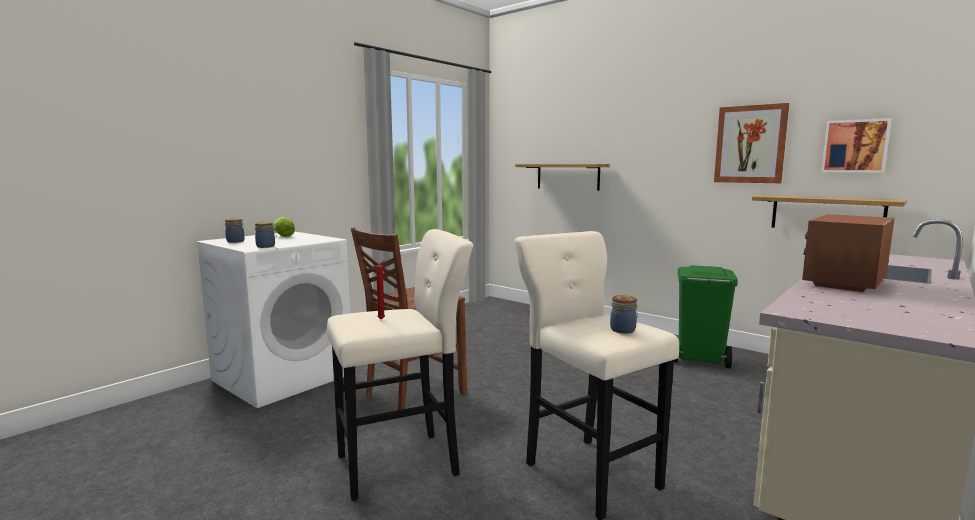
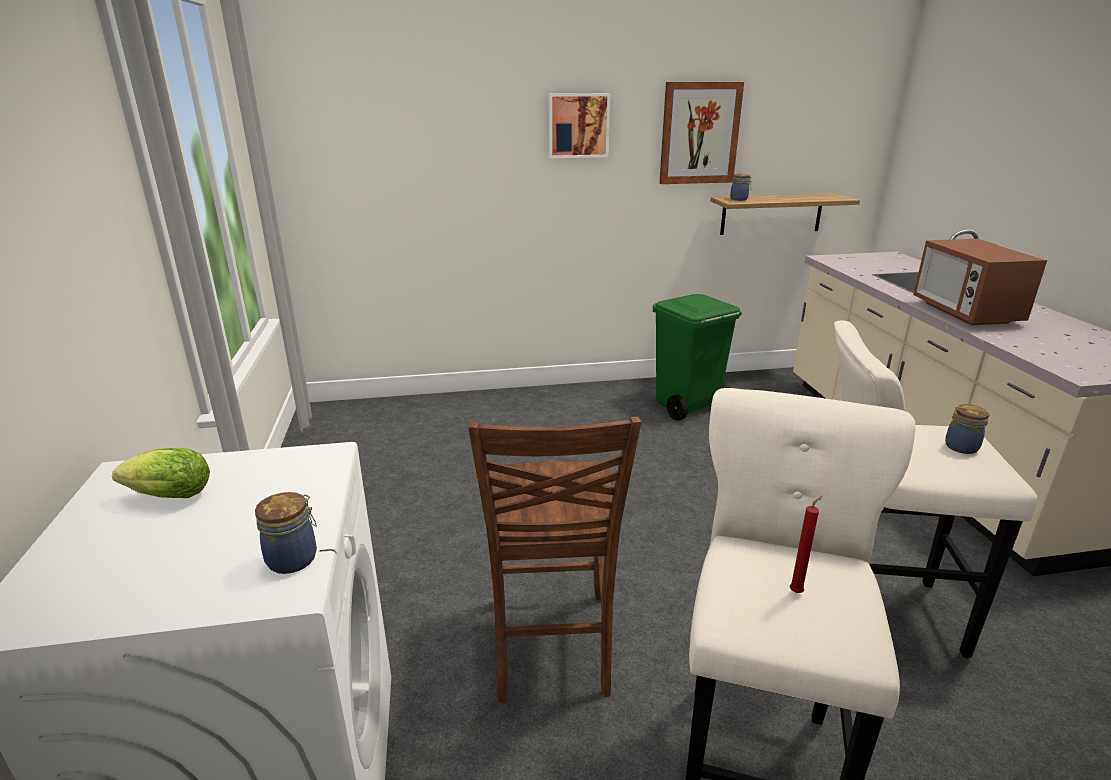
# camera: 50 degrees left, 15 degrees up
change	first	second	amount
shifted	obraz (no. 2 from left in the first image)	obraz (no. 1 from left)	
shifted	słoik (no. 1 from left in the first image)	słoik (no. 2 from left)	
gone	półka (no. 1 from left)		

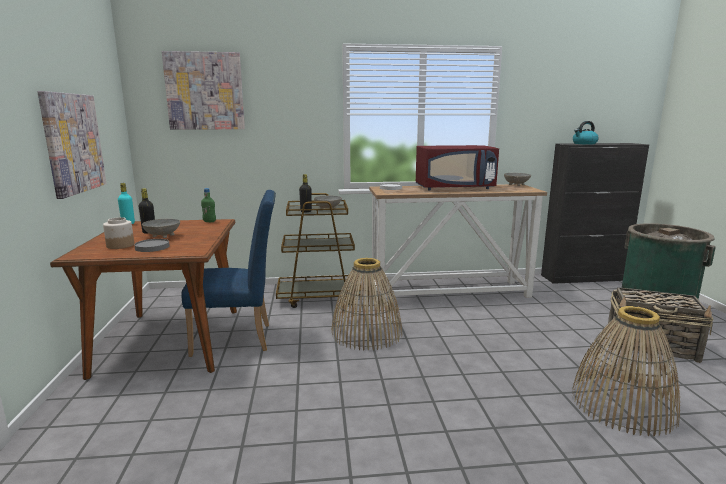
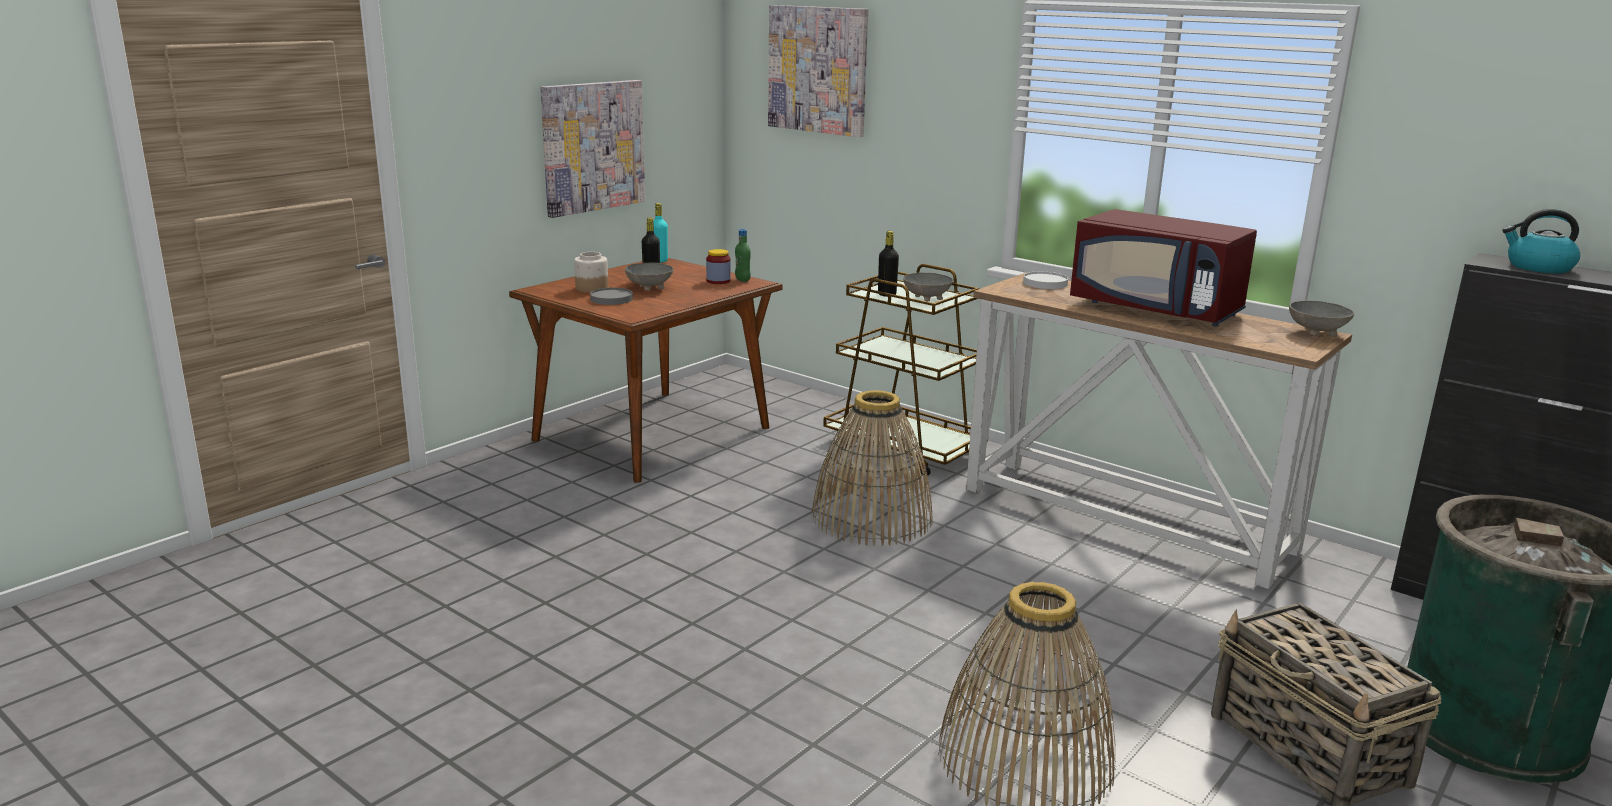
# camera: 45 degrees right, 5 degrees up
change	first	second	amount
new		słoik (no. 2 from left)	
gone	krzesło [niebieski]		

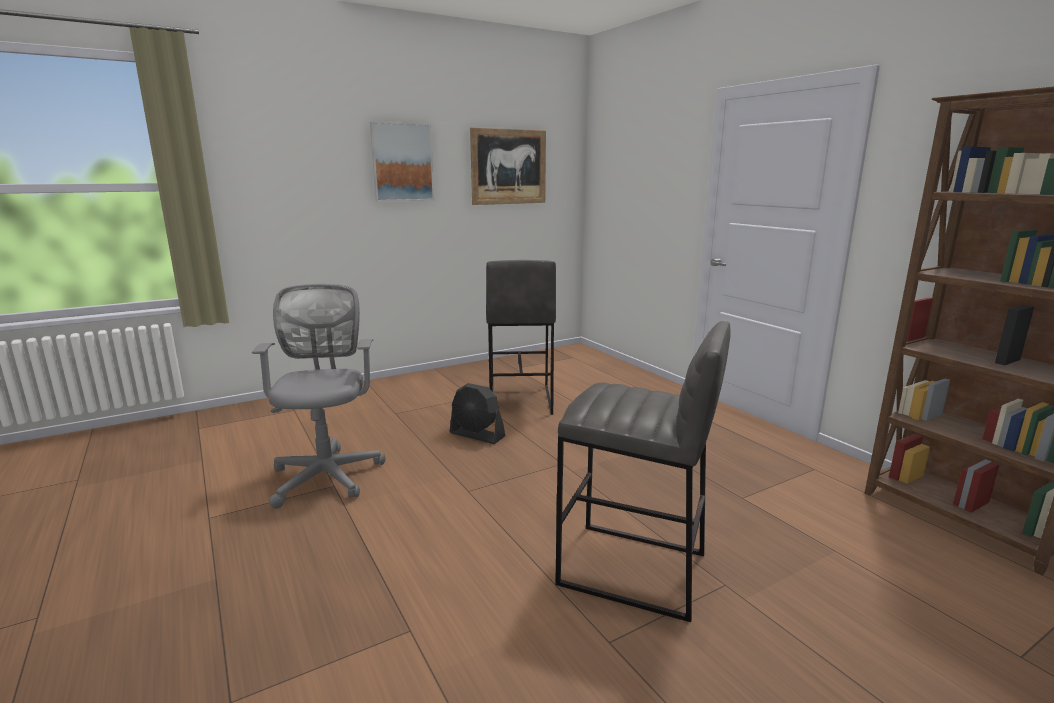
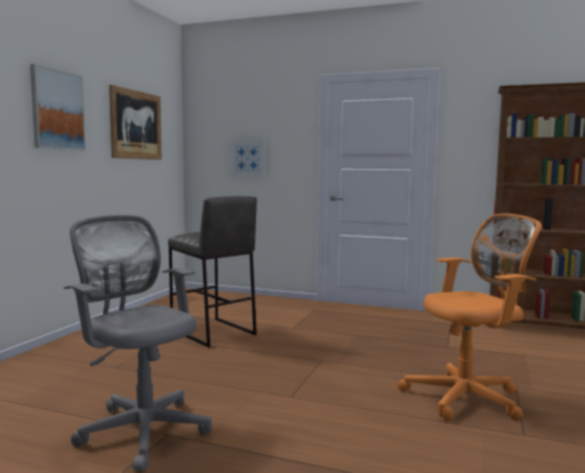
# camera: 40 degrees left, 10 degrees down
change	first	second	amount
new		obraz (no. 3 from left)	
swapped	stołek [szary] (no. 2 from left)	krzesło biurowe [pomarańczowy]	
gone	wentylator [czarny]		

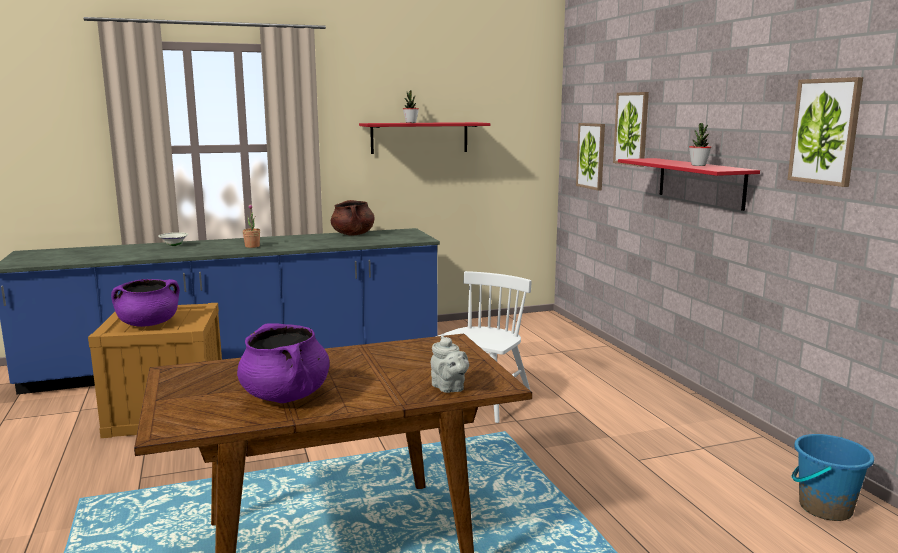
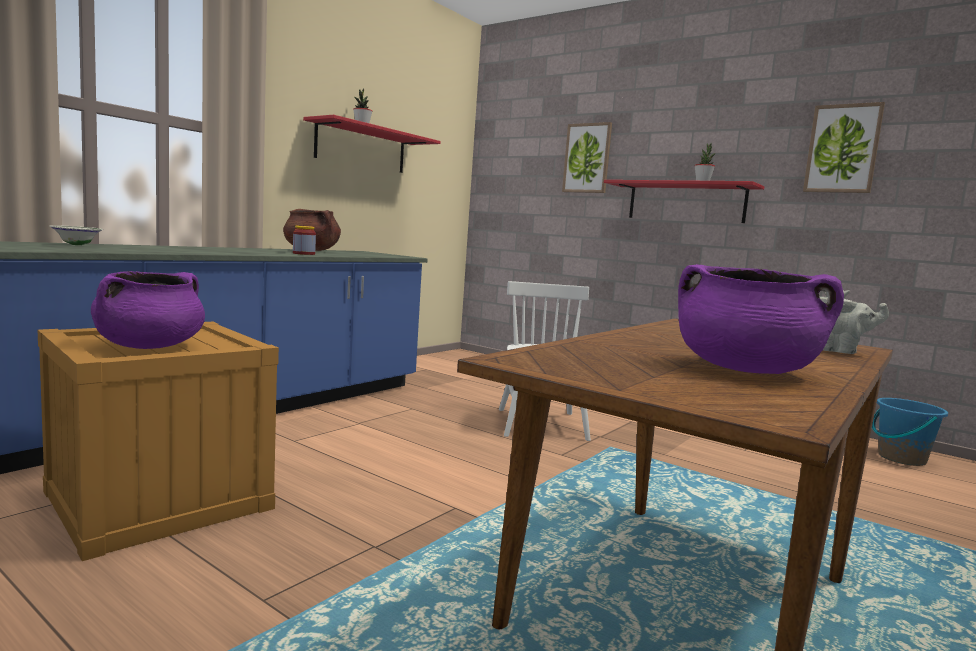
# camera: 35 degrees left, 5 degrees down
change	first	second	amount
new		słoik	
gone	roślina doniczkowa (no. 1 from left)		
gone	obraz (no. 1 from left)		

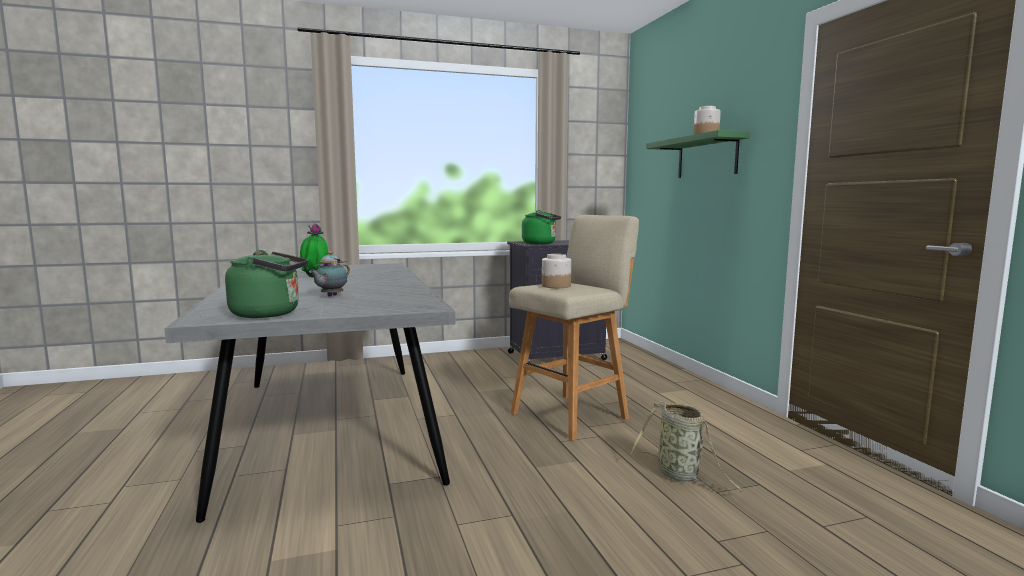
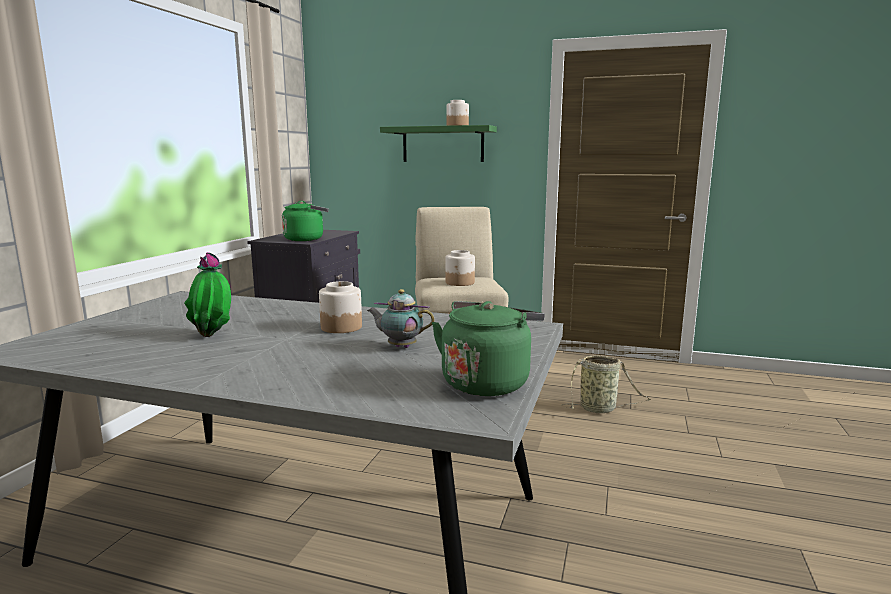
# camera: 55 degrees left, 5 degrees up
change	first	second	amount
new		słoik (no. 1 from left)	
rotated	imbryk		135 degrees clockwise

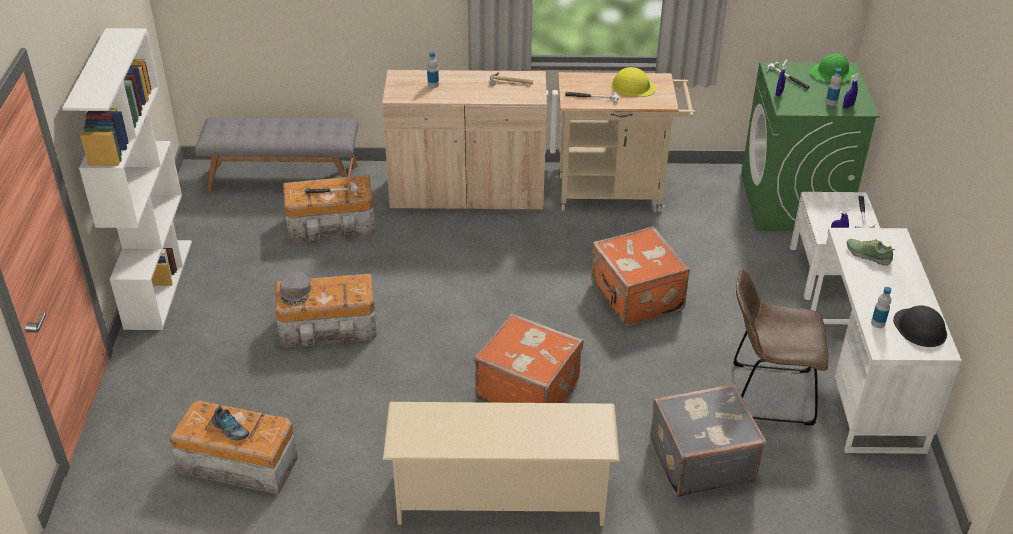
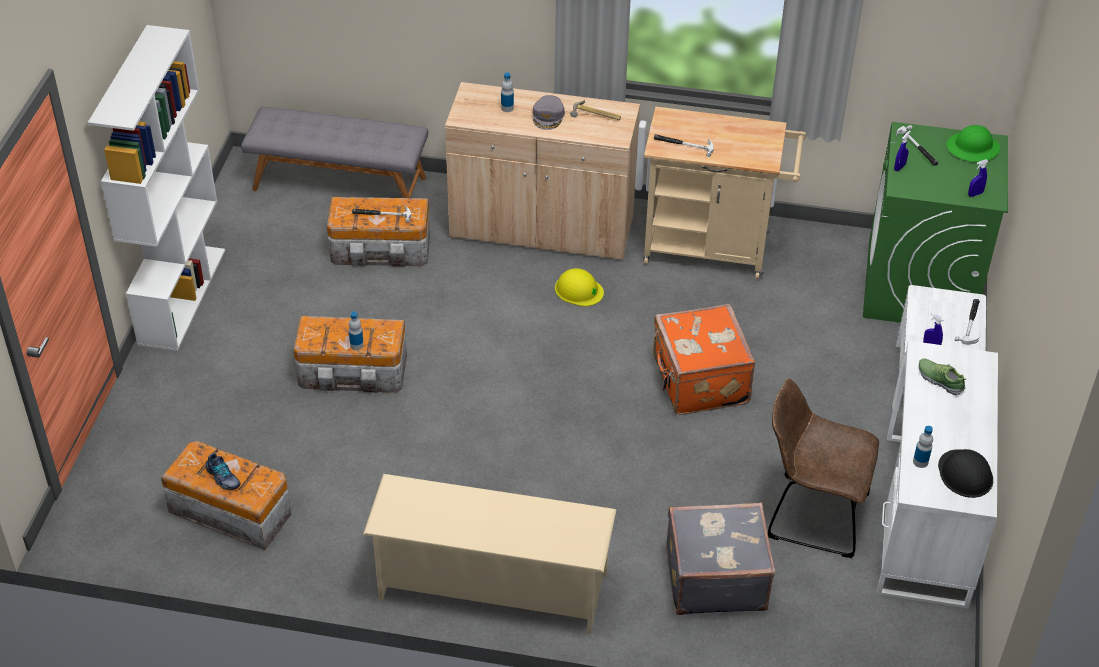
# camera: 10 degrees right, 5 degrees up
change	first	second	amount
shifted	butelka (no. 2 from left in the first image)	butelka (no. 1 from left)	
shifted	czapka z daszkiem [szary]		
shifted	kask [żółty]		
gone	walizka [pomarańczowy] (no. 1 from left)		

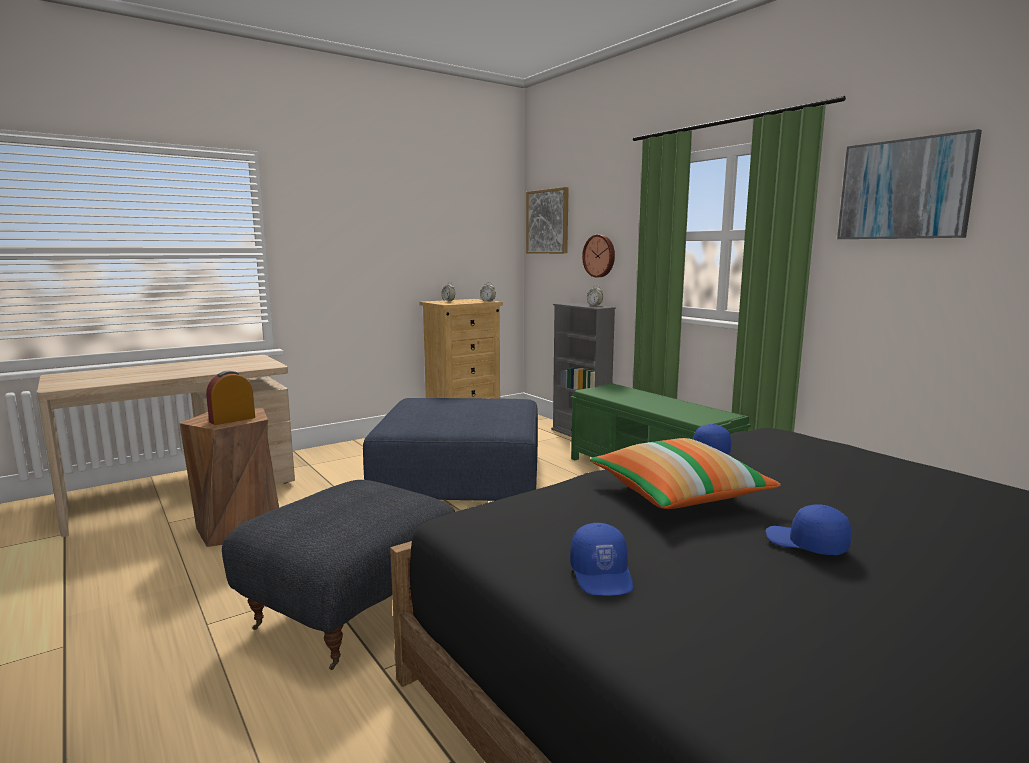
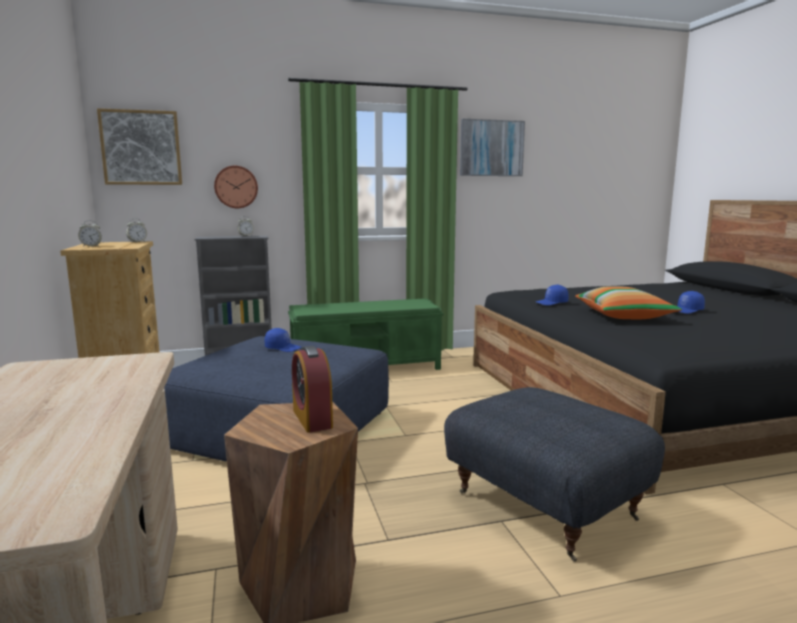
# camera: 70 degrees left, 0 degrees up
change	first	second	amount
shifted	czapka z daszkiem [niebieski] (no. 1 from left)		

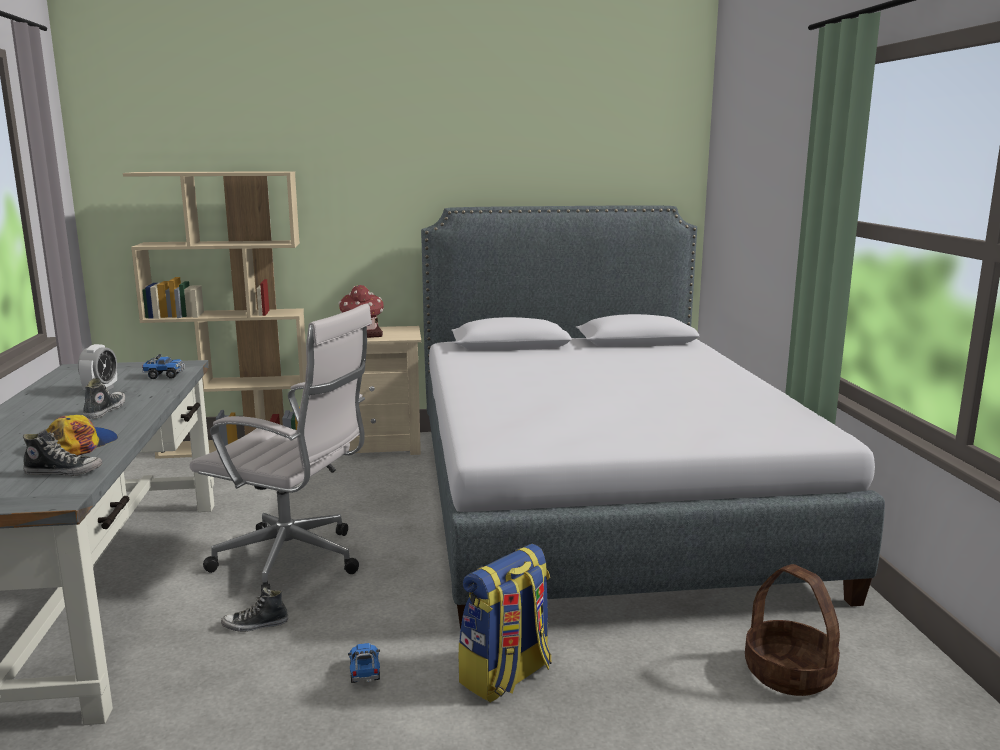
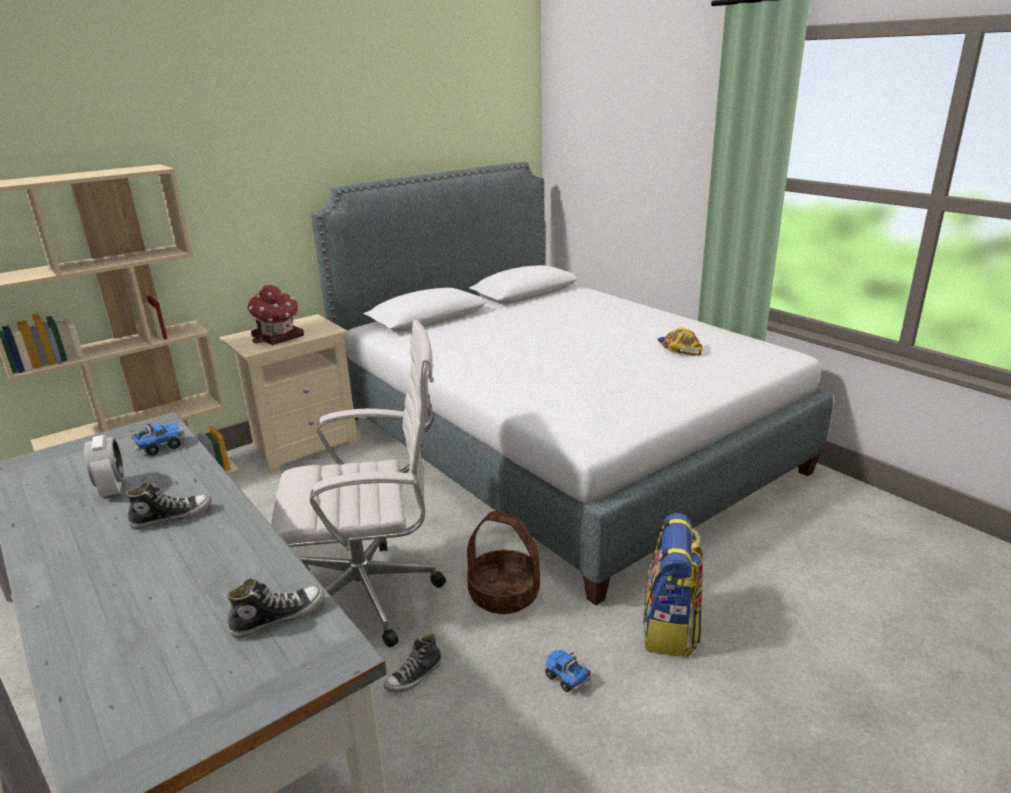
# camera: 30 degrees left, 10 degrees up
change	first	second	amount
rotated	but (no. 2 from left in the first image)	but (no. 1 from left)	90 degrees clockwise
shifted	koszyk		
shifted	czapka z daszkiem		

